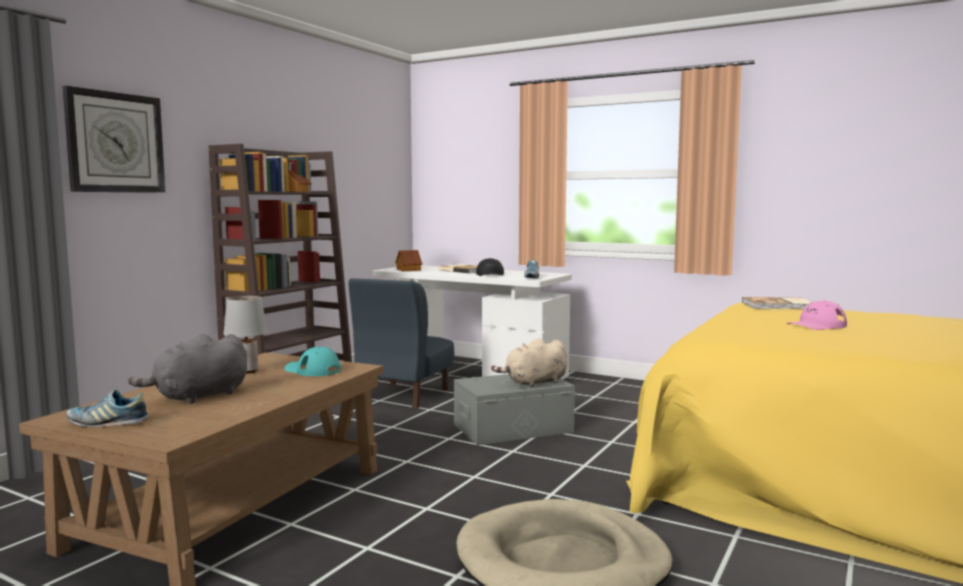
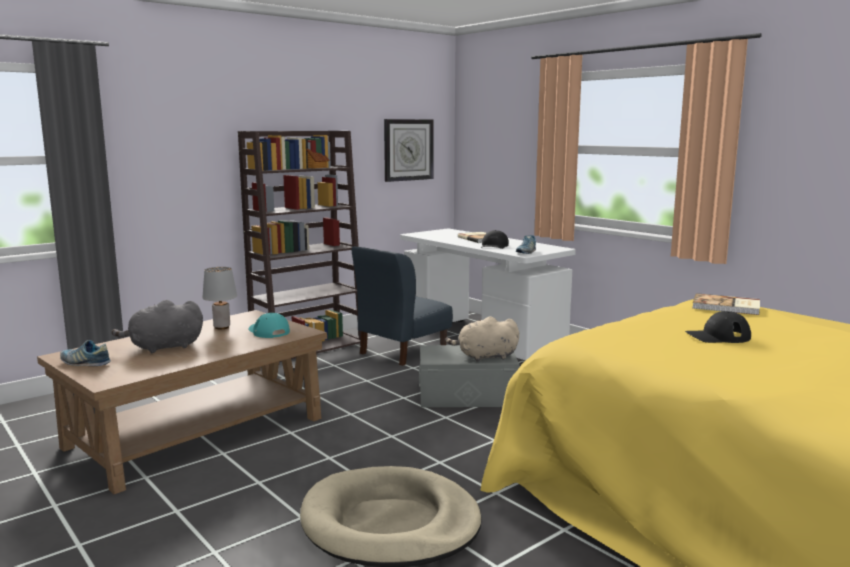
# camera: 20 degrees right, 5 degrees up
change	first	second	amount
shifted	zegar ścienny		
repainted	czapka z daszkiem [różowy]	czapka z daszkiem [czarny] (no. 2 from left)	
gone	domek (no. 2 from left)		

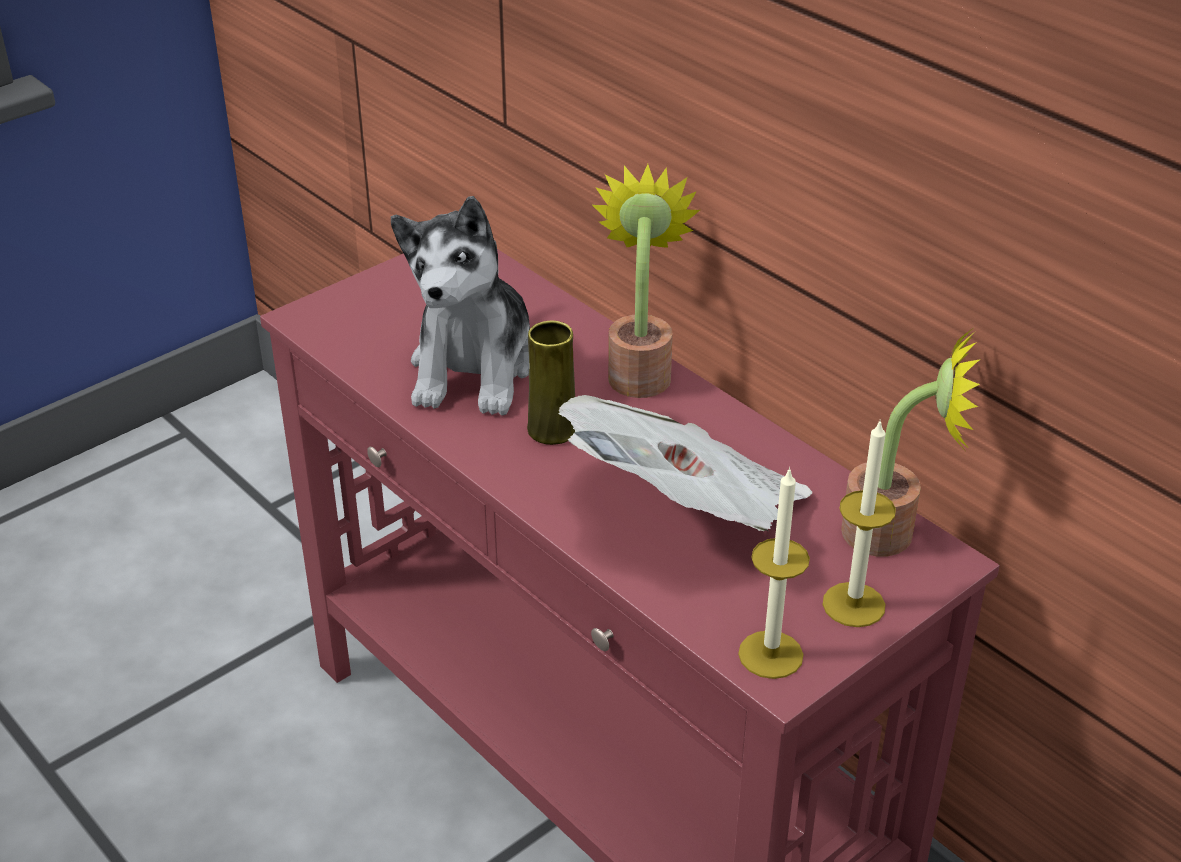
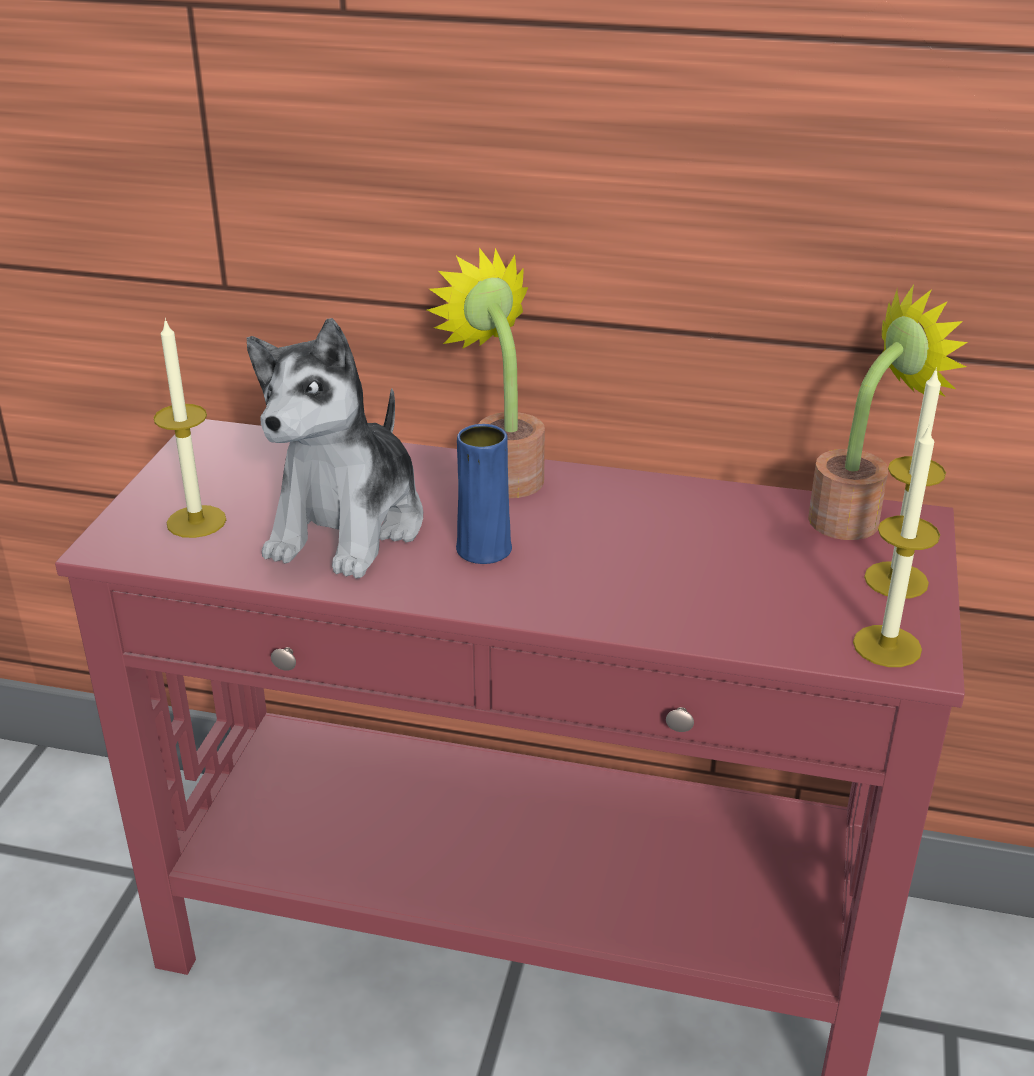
# camera: 35 degrees left, 5 degrees down
change	first	second	amount
new		świeca (no. 1 from left)	
rotated	pluszak		45 degrees clockwise
repainted	wazon [żółty]	wazon [niebieski]	
gone	gazeta		

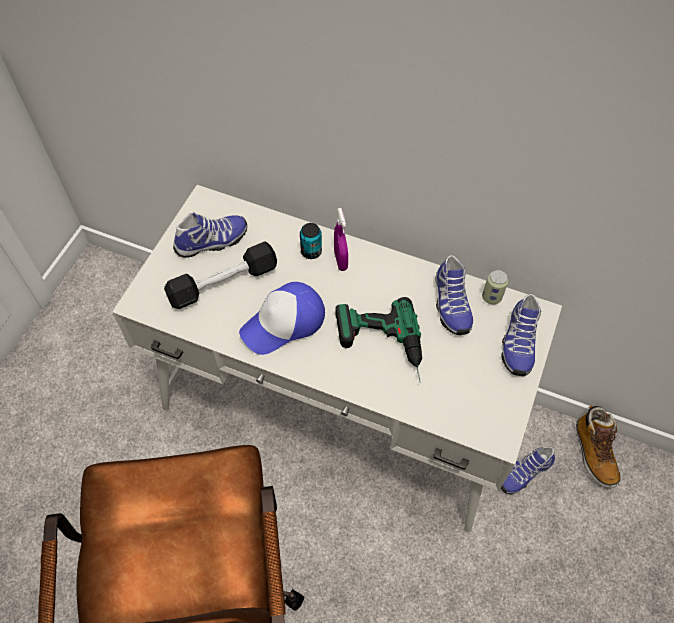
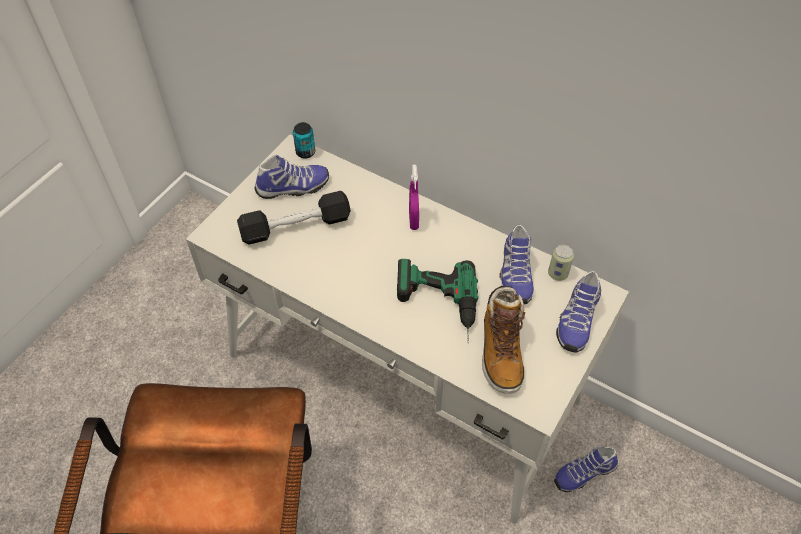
# camera: 10 degrees right, 5 degrees down
change	first	second	amount
shifted	puszka (no. 1 from left)		
shifted	but z cholewką		
gone	czapka z daszkiem		

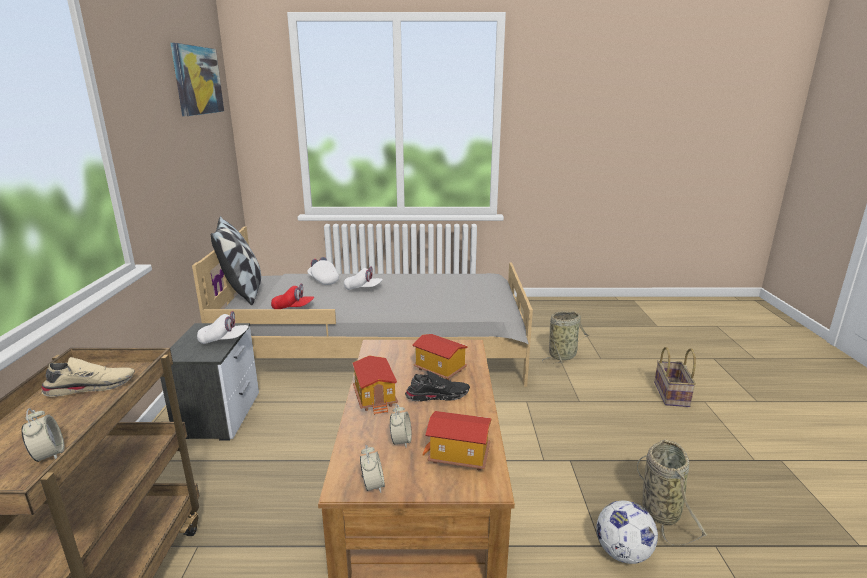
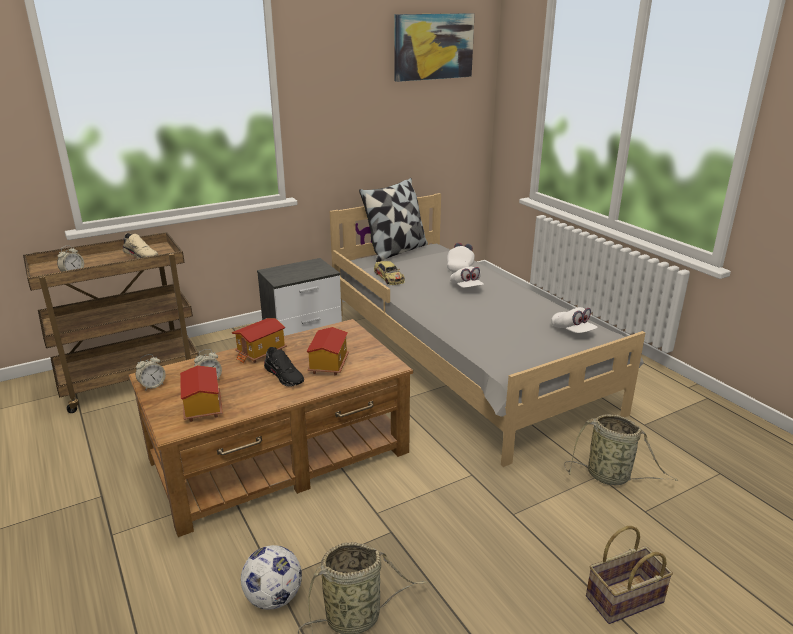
# camera: 60 degrees right, 5 degrees up
change	first	second	amount
swapped	czapka z daszkiem [czerwony]	samochodzik	
shifted	czapka z daszkiem [biały] (no. 1 from left in the first image)	czapka z daszkiem [biały] (no. 3 from left)	

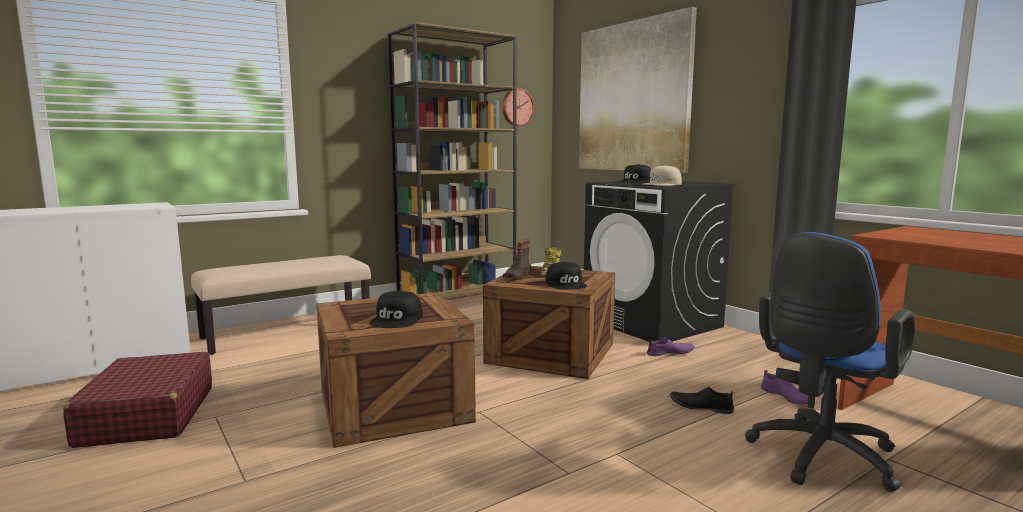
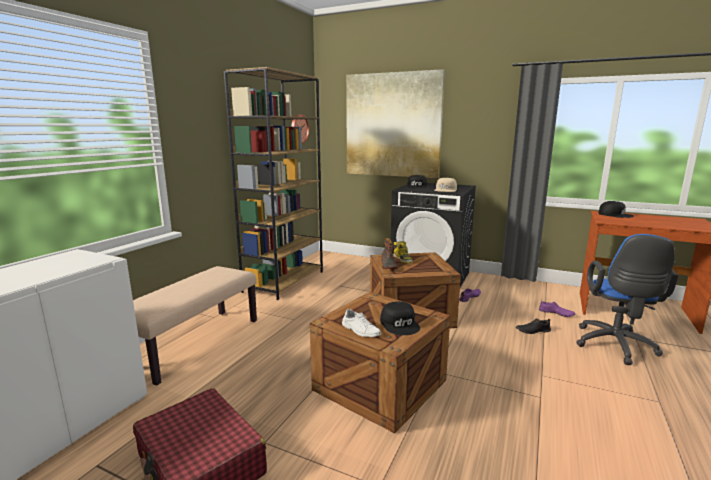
# camera: 30 degrees left, 5 degrees up
change	first	second	amount
new		but [biały]	
shifted	czapka z daszkiem [czarny] (no. 2 from left in the first image)	czapka z daszkiem [czarny] (no. 3 from left)	

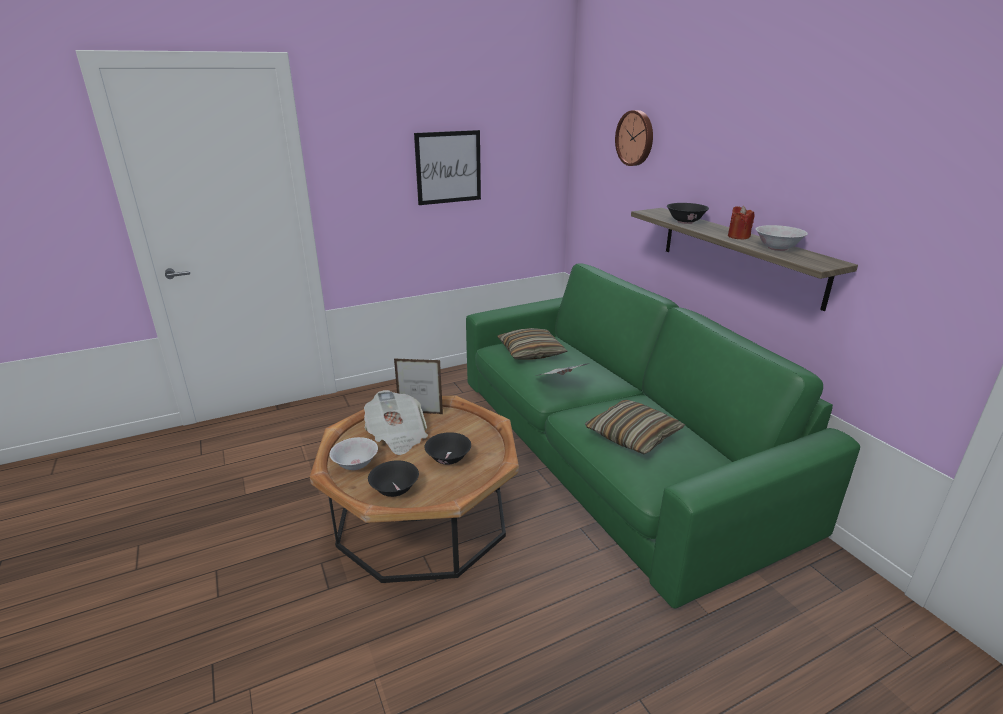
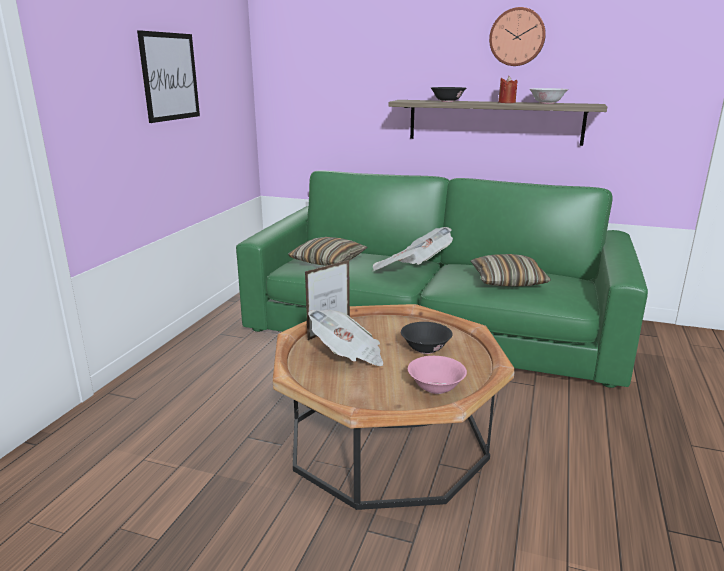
# camera: 45 degrees left, 5 degrees down
change	first	second	amount
new		gazeta (no. 3 from left)	
repainted	miska [czarny] (no. 1 from left)	miska [różowy]	
shifted	zegar ścienny		
gone	miska [biały] (no. 1 from left)		

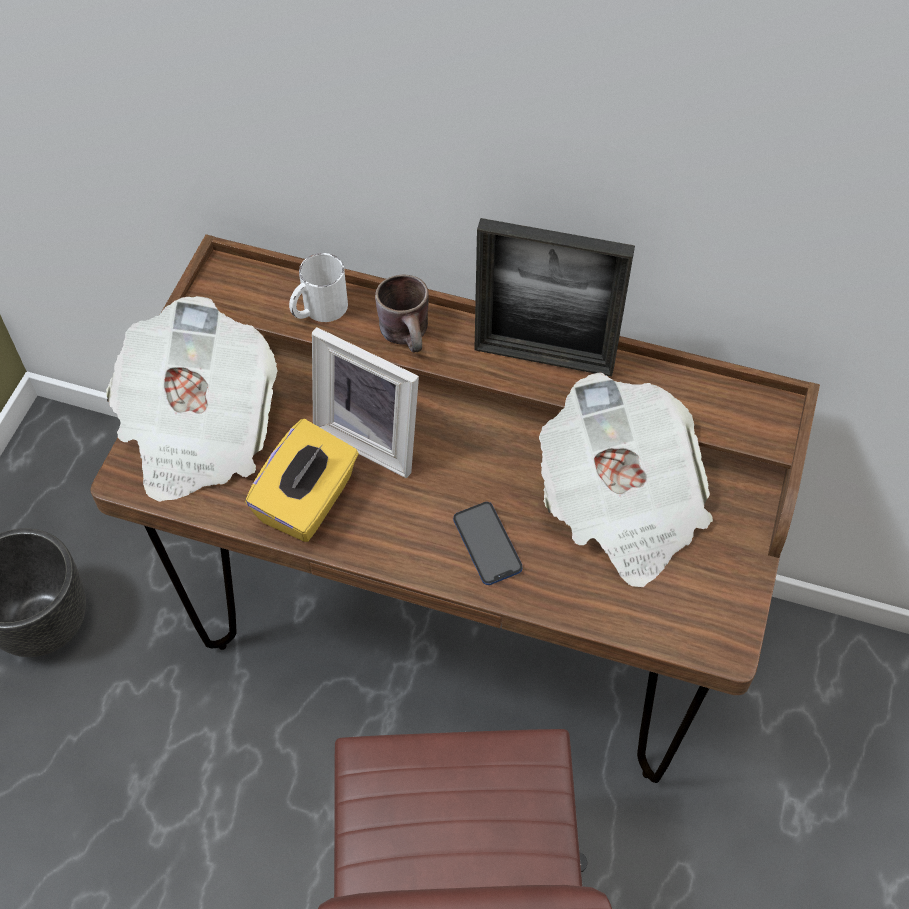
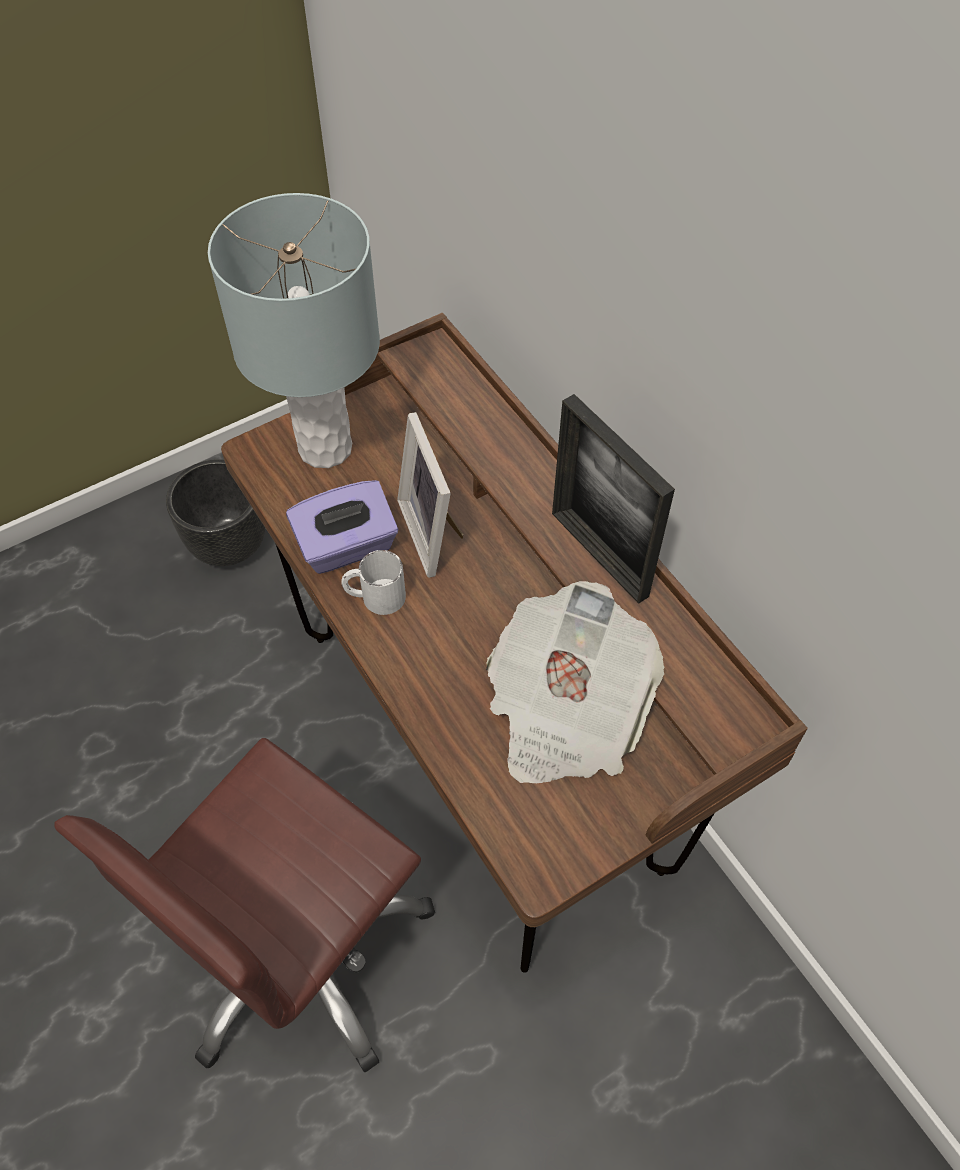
# camera: 40 degrees right, 0 degrees up
change	first	second	amount
swapped	gazeta (no. 1 from left)	lampa stołowa [szary]	
repainted	pudełko chusteczek [żółty]	pudełko chusteczek [fioletowy]	
shifted	kubek [biały]		
gone	kubek [brązowy]		
gone	telefon		

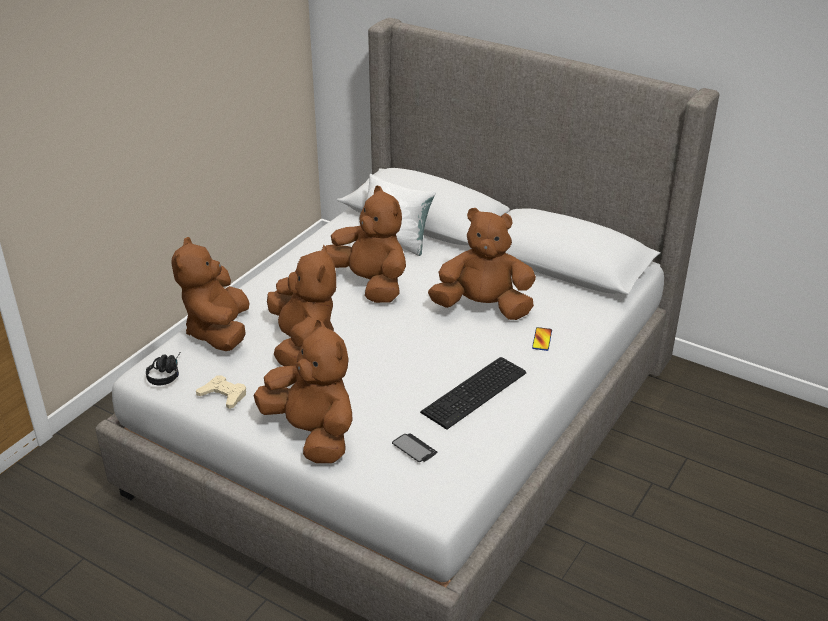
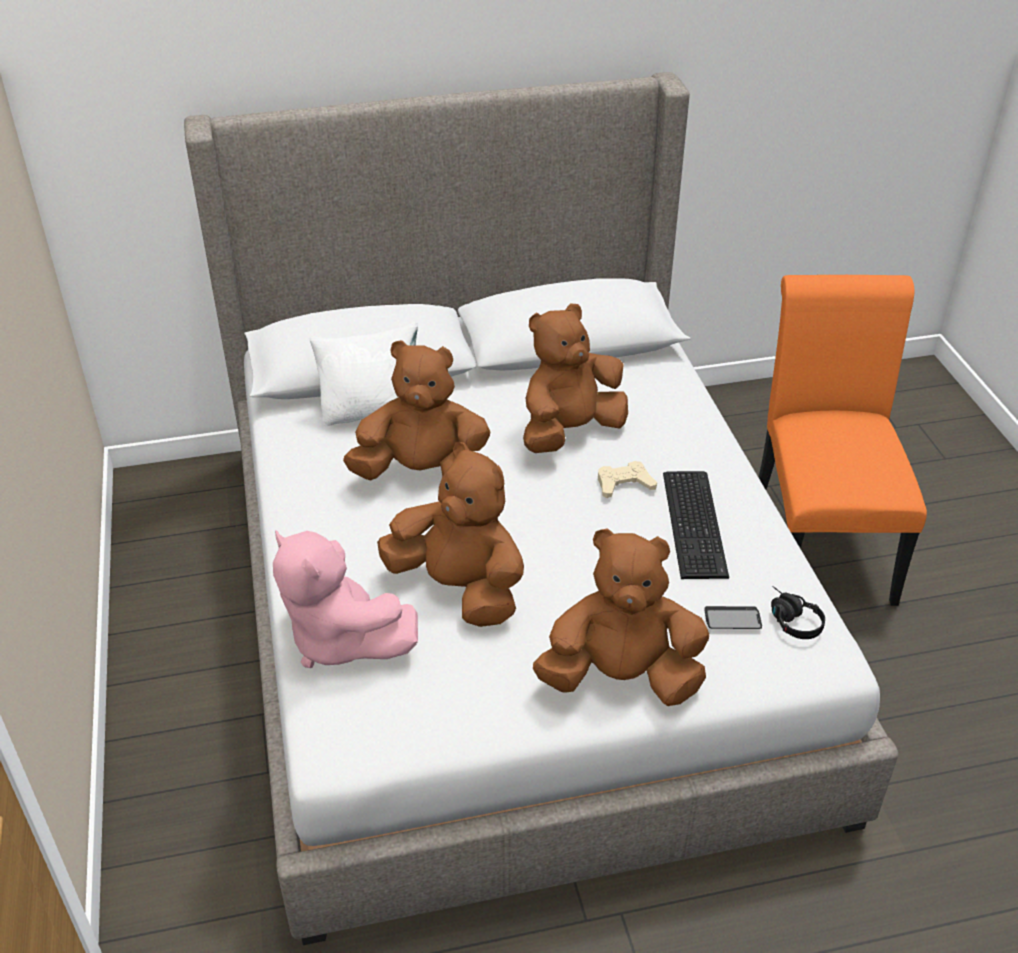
# camera: 45 degrees left, 5 degrees up
change	first	second	amount
repainted	pluszak [brązowy] (no. 1 from left)	pluszak [różowy]	
shifted	pad do gier [beżowy]		
new		krzesło [pomarańczowy]	
shifted	słuchawki [czarny]		
gone	telefon (no. 2 from left)		

